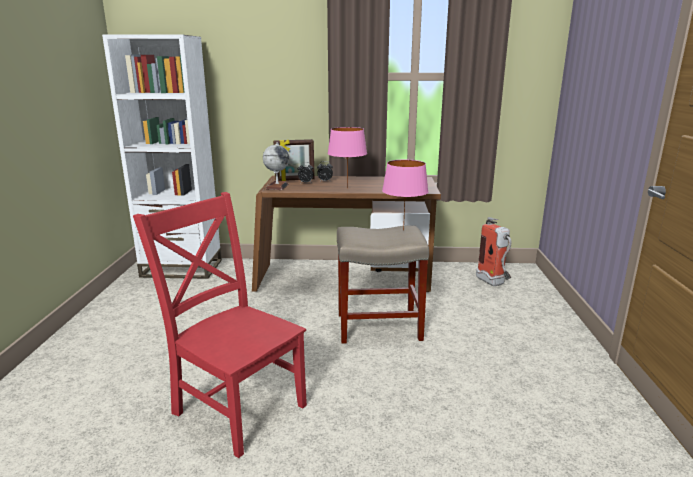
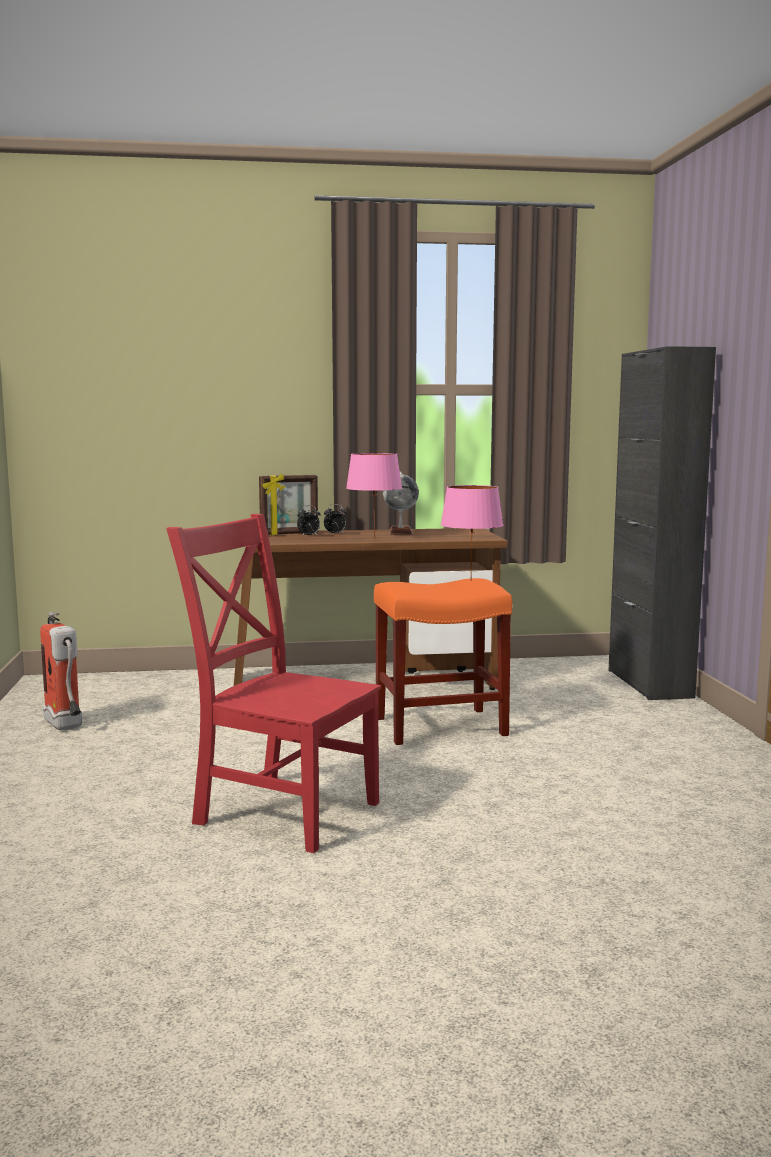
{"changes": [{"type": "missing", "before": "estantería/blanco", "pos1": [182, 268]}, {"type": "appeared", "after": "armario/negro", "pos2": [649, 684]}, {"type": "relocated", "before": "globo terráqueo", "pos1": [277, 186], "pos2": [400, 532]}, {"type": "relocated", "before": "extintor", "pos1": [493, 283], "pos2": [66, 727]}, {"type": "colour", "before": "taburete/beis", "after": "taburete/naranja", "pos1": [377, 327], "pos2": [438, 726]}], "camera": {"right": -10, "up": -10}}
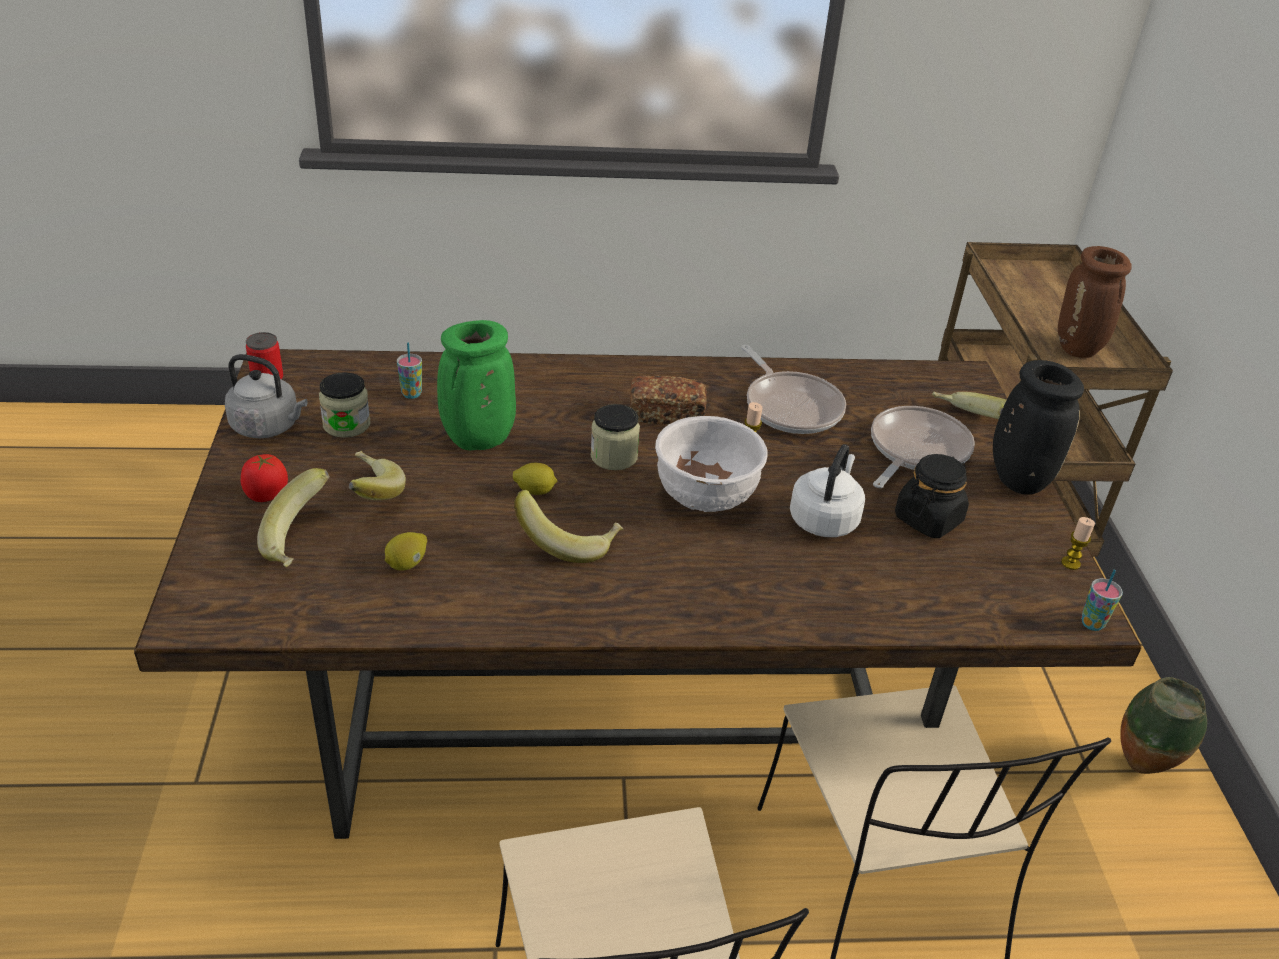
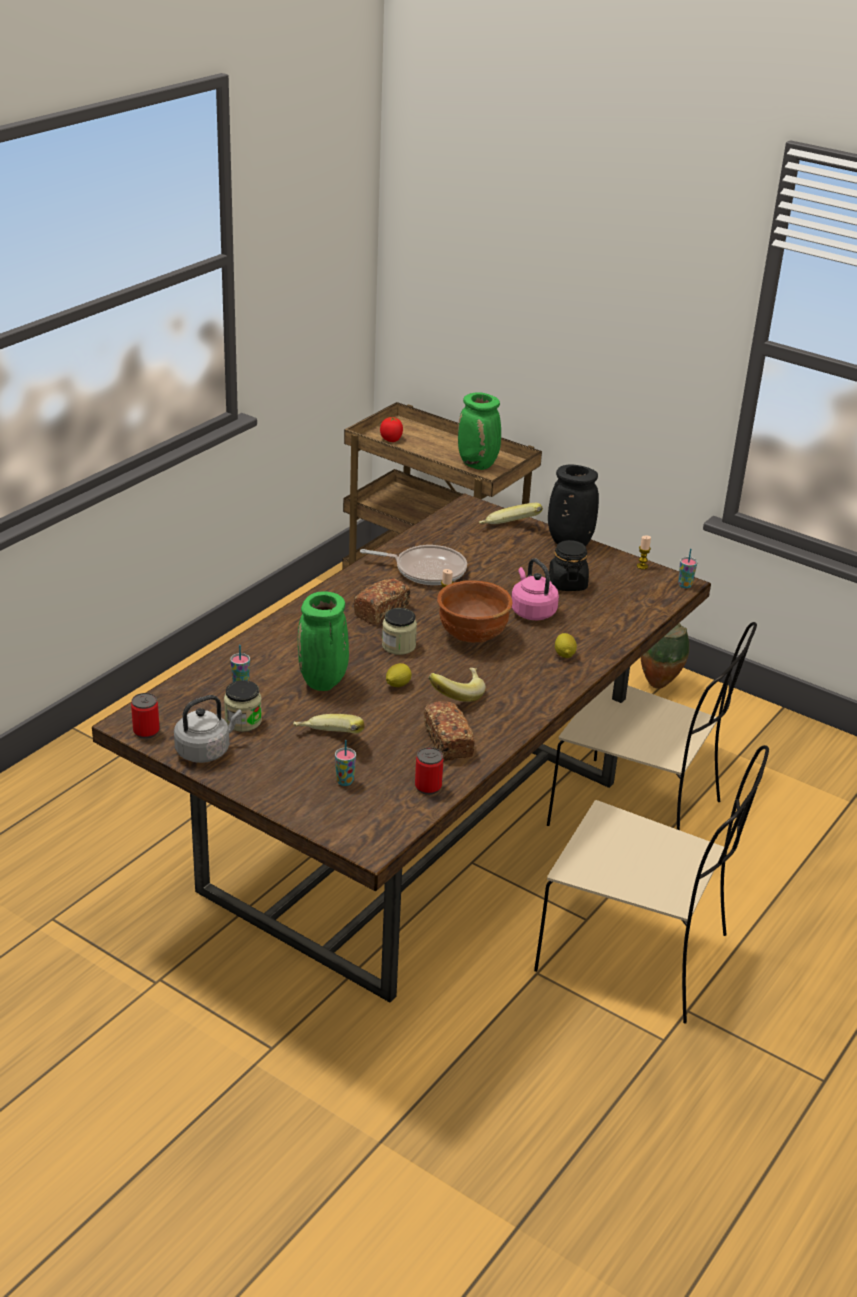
{"changes": [{"type": "missing", "before": "sartén", "pos1": [915, 451]}, {"type": "appeared", "after": "lata", "pos2": [428, 787]}, {"type": "appeared", "after": "pan", "pos2": [448, 742]}, {"type": "relocated", "before": "tomate", "pos1": [266, 495], "pos2": [391, 440]}, {"type": "relocated", "before": "limón", "pos1": [407, 564], "pos2": [564, 654]}, {"type": "exchanged", "before": "plátano", "after": "taza", "pos1": [301, 541], "pos2": [345, 781]}, {"type": "colour", "before": "cuenco/blanco", "after": "cuenco/marrón", "pos1": [706, 498], "pos2": [472, 636]}, {"type": "colour", "before": "hervidor/blanco", "after": "hervidor/rosa", "pos1": [825, 519], "pos2": [532, 611]}, {"type": "colour", "before": "florero/marrón", "after": "florero/verde", "pos1": [1077, 350], "pos2": [478, 465]}], "camera": {"right": -50, "up": -5}}
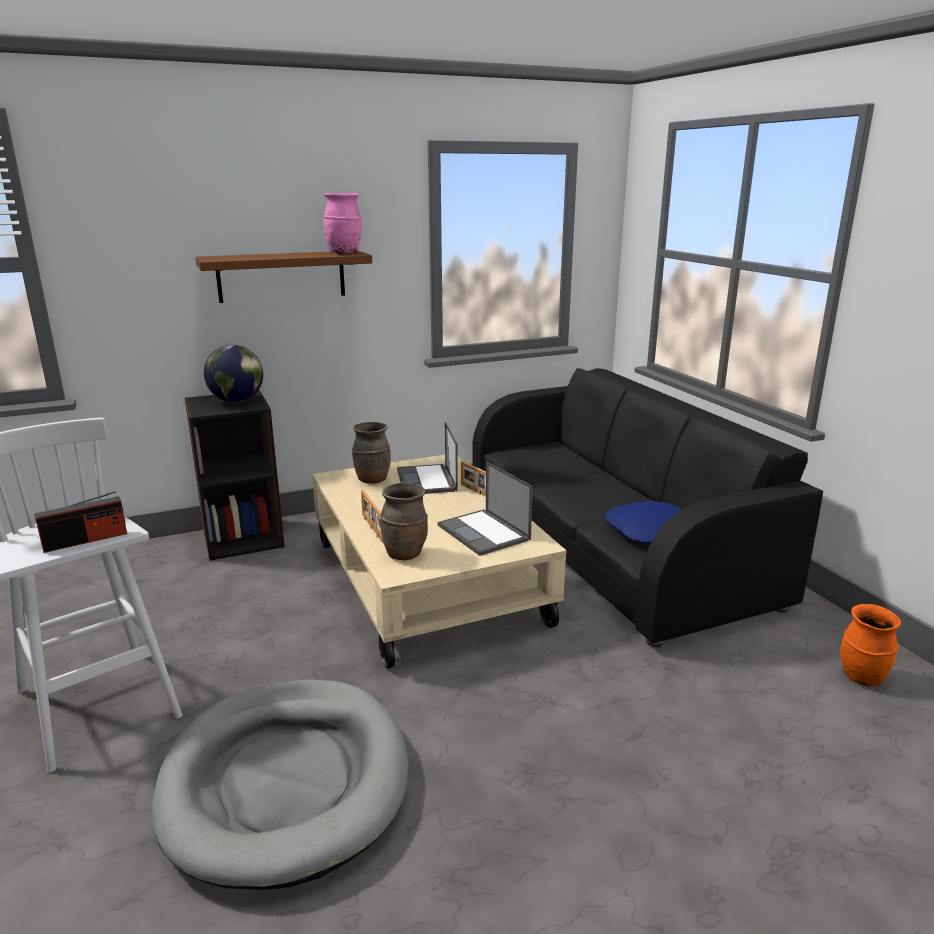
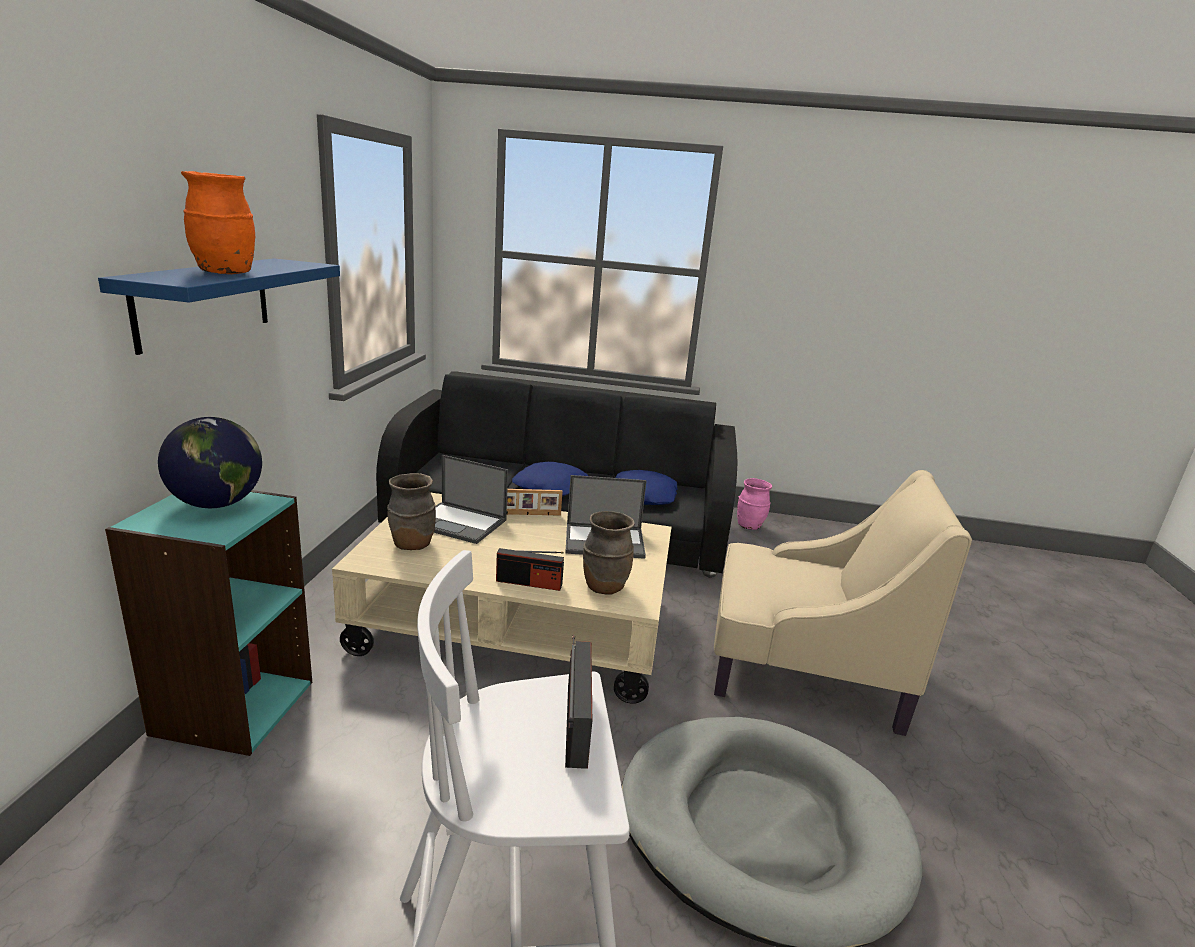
{"changes": [{"type": "appeared", "after": "cojín/azul", "pos2": [551, 487]}, {"type": "appeared", "after": "sillón/beis", "pos2": [801, 667]}, {"type": "relocated", "before": "florero/rosa", "pos1": [344, 253], "pos2": [749, 526]}, {"type": "relocated", "before": "florero/naranja", "pos1": [862, 678], "pos2": [226, 273]}, {"type": "exchanged", "before": "portarretratos", "after": "radio", "pos1": [372, 528], "pos2": [529, 583]}, {"type": "colour", "before": "estantería/negro", "after": "estantería/turquesa", "pos1": [243, 538], "pos2": [233, 707]}, {"type": "colour", "before": "estante/marrón", "after": "estante/azul", "pos1": [281, 276], "pos2": [204, 301]}], "camera": {"right": -60, "up": 0}}
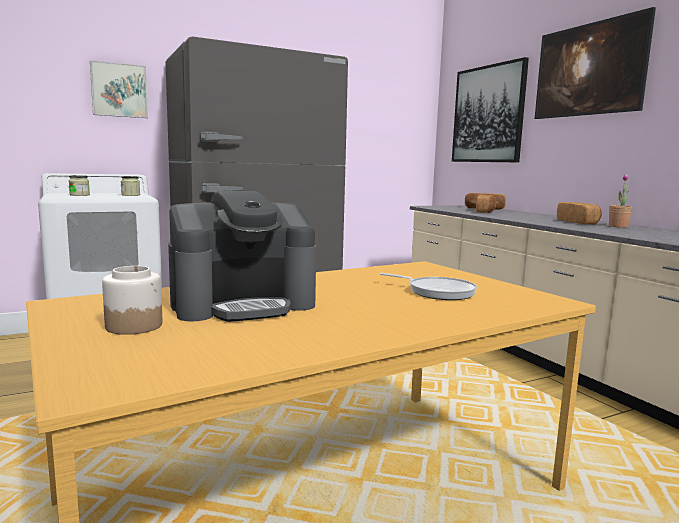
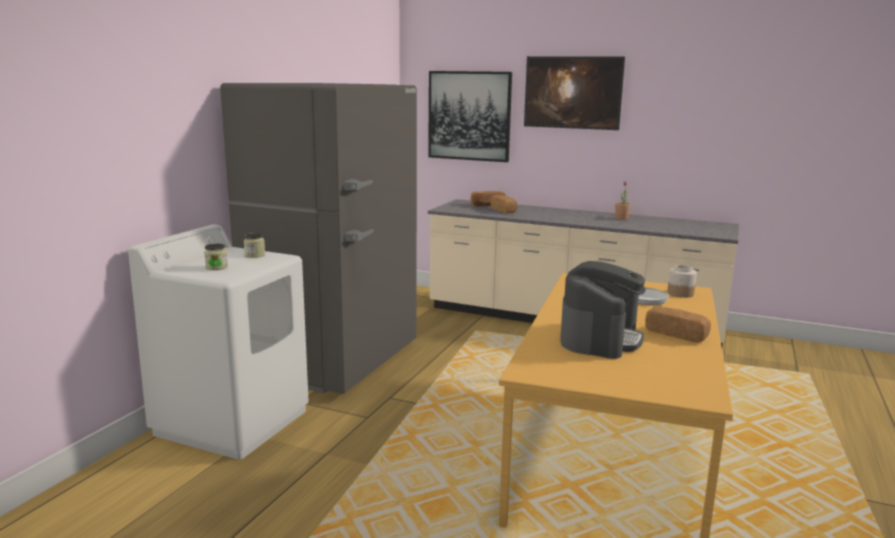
{"changes": [{"type": "missing", "before": "cuadro", "pos1": [119, 90]}, {"type": "relocated", "before": "tarro", "pos1": [134, 326], "pos2": [680, 293]}, {"type": "relocated", "before": "pan", "pos1": [578, 222], "pos2": [676, 334]}], "camera": {"right": -40, "up": 5}}
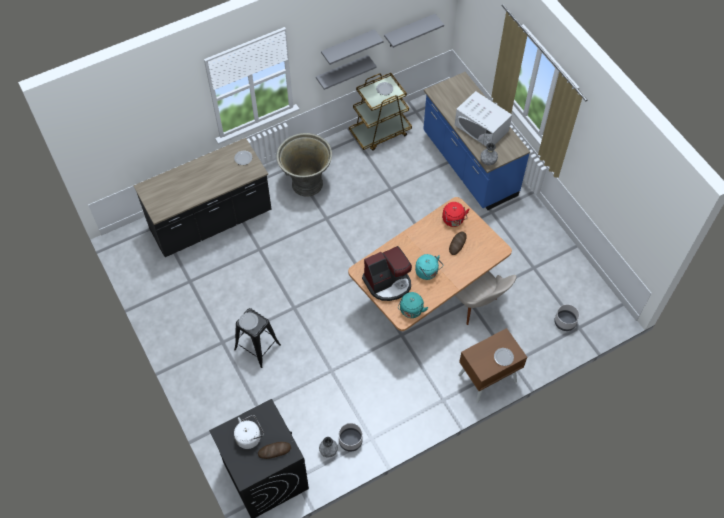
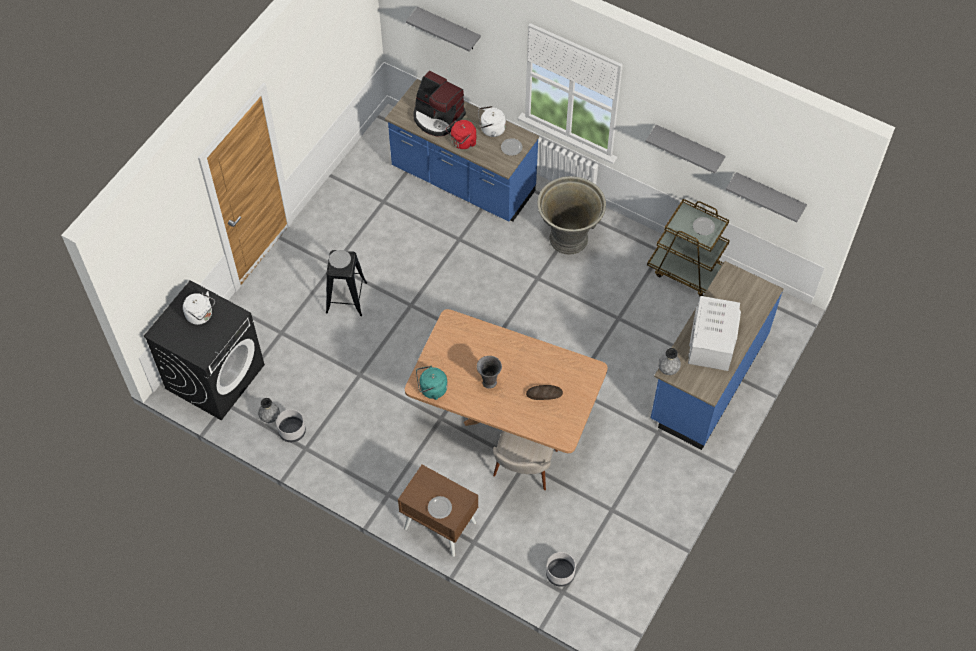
{"changes": [{"type": "missing", "before": "pan", "pos1": [274, 451]}, {"type": "appeared", "after": "hervidor/blanco", "pos2": [491, 129]}, {"type": "relocated", "before": "estante/gris", "pos1": [342, 72], "pos2": [449, 29]}, {"type": "relocated", "before": "cafetera", "pos1": [388, 283], "pos2": [437, 117]}, {"type": "relocated", "before": "hervidor/rojo", "pos1": [453, 220], "pos2": [462, 142]}, {"type": "exchanged", "before": "hervidor/turquesa", "after": "florero/gris", "pos1": [427, 272], "pos2": [489, 382]}, {"type": "colour", "before": "mueble bajo de cocina/negro", "after": "mueble bajo de cocina/azul", "pos1": [211, 222], "pos2": [462, 181]}], "camera": {"right": 60, "up": 0}}
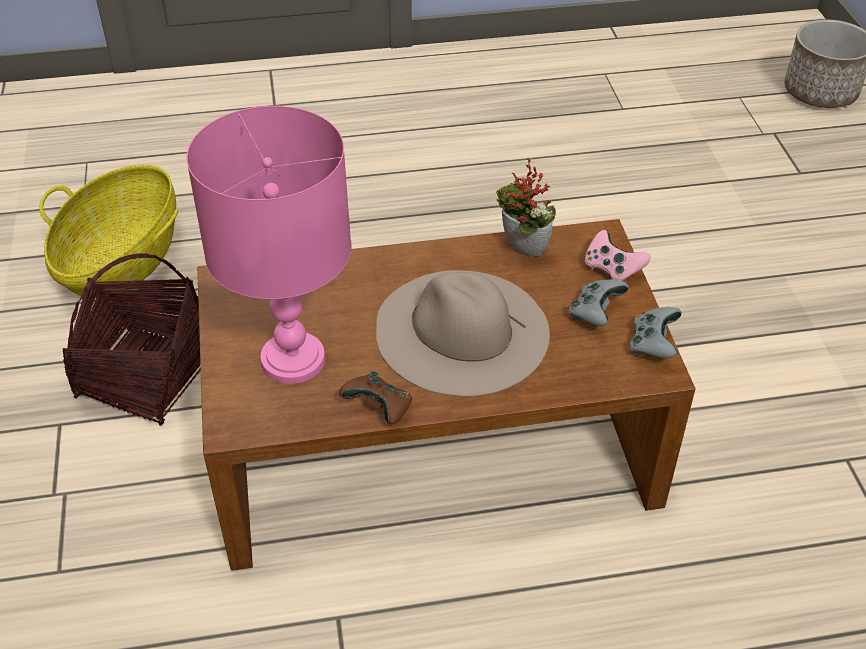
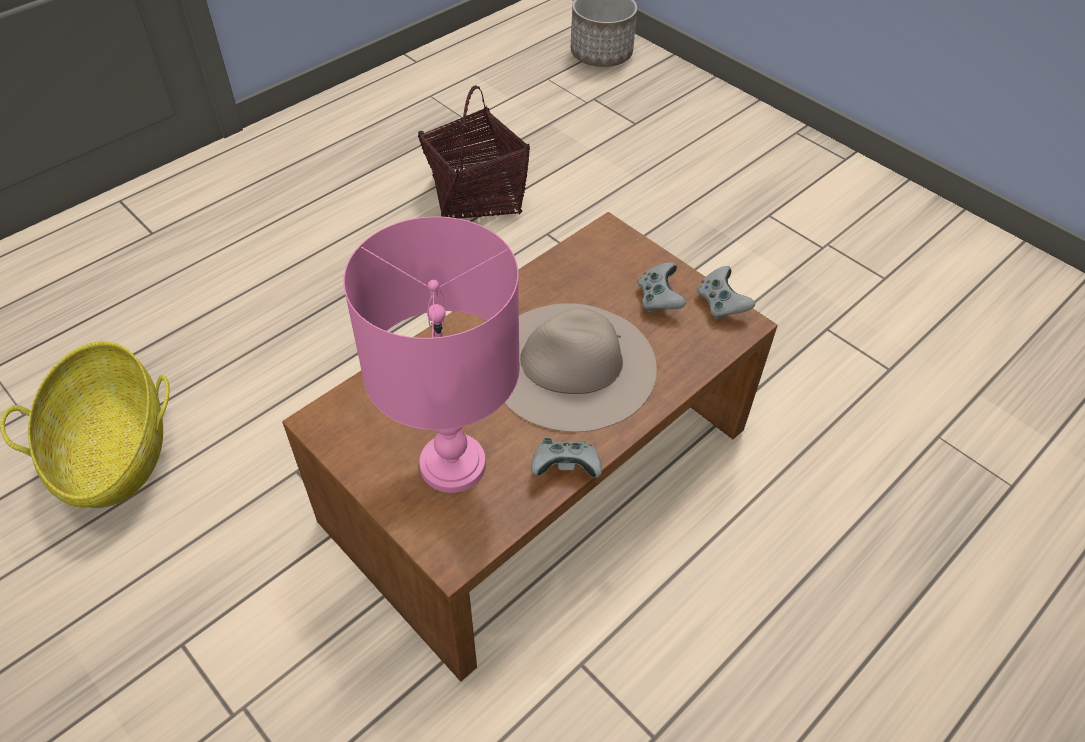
{"changes": [{"type": "missing", "before": "planta en maceta", "pos1": [521, 251]}, {"type": "missing", "before": "mando de consola/rosa", "pos1": [612, 269]}, {"type": "relocated", "before": "cesta", "pos1": [147, 377], "pos2": [476, 196]}, {"type": "colour", "before": "mando de consola/marrón", "after": "mando de consola/gris", "pos1": [380, 409], "pos2": [566, 469]}], "camera": {"right": -35, "up": 5}}
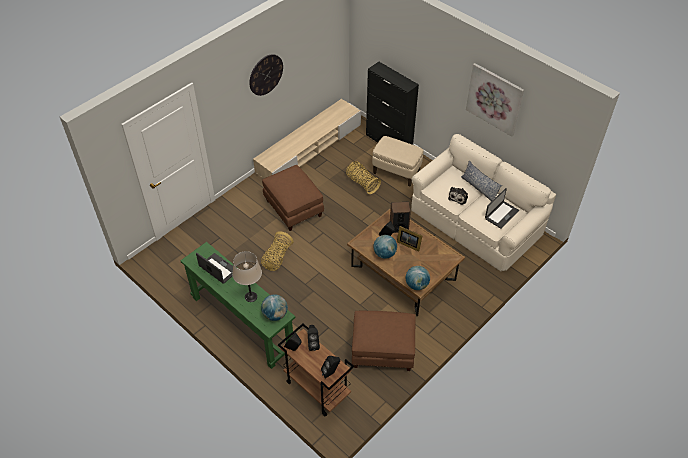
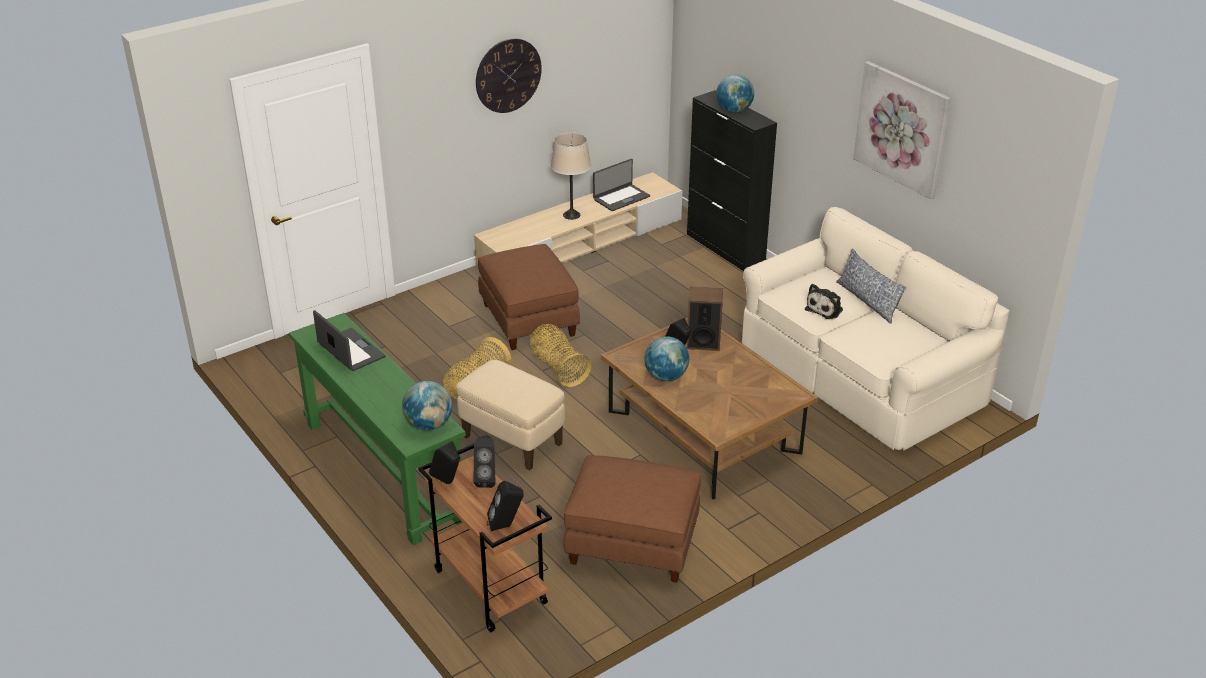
{"changes": [{"type": "missing", "before": "portarretratos", "pos1": [408, 244]}, {"type": "relocated", "before": "lámpara de mesa/beis", "pos1": [250, 297], "pos2": [571, 215]}, {"type": "relocated", "before": "cesta", "pos1": [362, 183], "pos2": [558, 368]}, {"type": "relocated", "before": "puf/beis", "pos1": [396, 172], "pos2": [513, 441]}, {"type": "relocated", "before": "globo terráqueo", "pos1": [417, 285], "pos2": [734, 111]}, {"type": "relocated", "before": "portátil", "pos1": [501, 214], "pos2": [621, 198]}], "camera": {"right": 10, "up": -15}}
